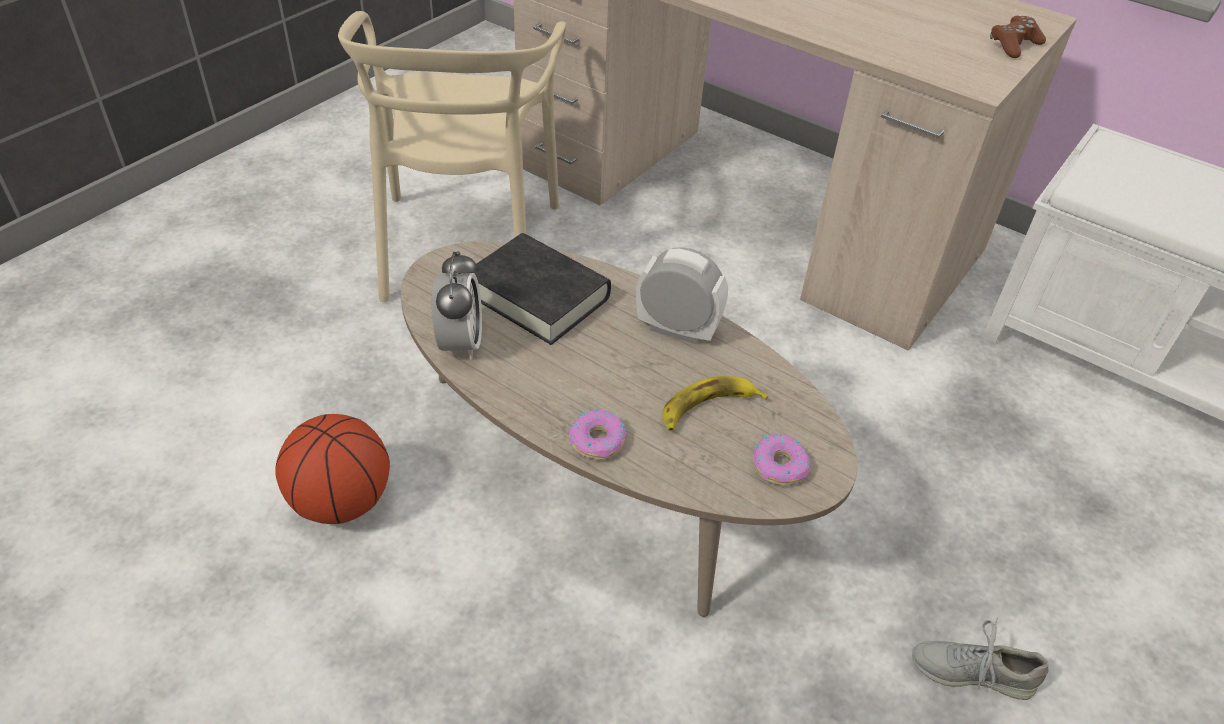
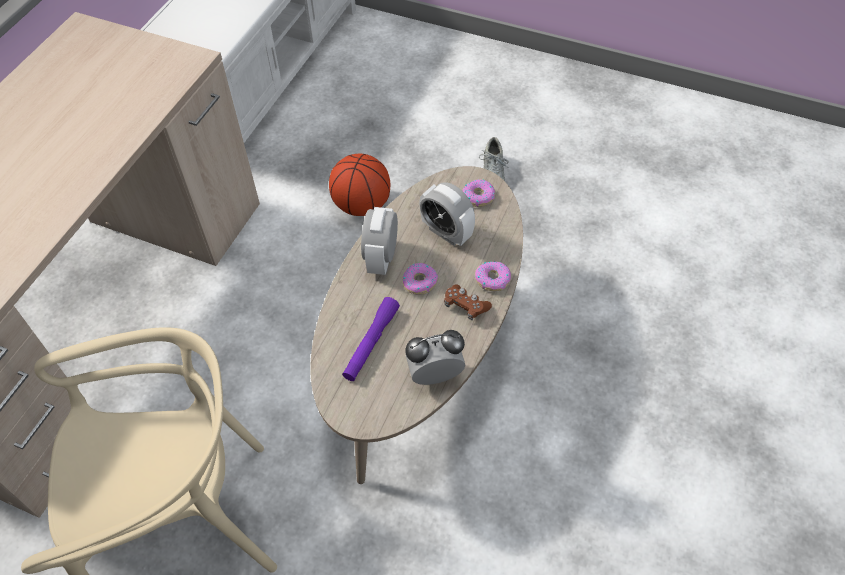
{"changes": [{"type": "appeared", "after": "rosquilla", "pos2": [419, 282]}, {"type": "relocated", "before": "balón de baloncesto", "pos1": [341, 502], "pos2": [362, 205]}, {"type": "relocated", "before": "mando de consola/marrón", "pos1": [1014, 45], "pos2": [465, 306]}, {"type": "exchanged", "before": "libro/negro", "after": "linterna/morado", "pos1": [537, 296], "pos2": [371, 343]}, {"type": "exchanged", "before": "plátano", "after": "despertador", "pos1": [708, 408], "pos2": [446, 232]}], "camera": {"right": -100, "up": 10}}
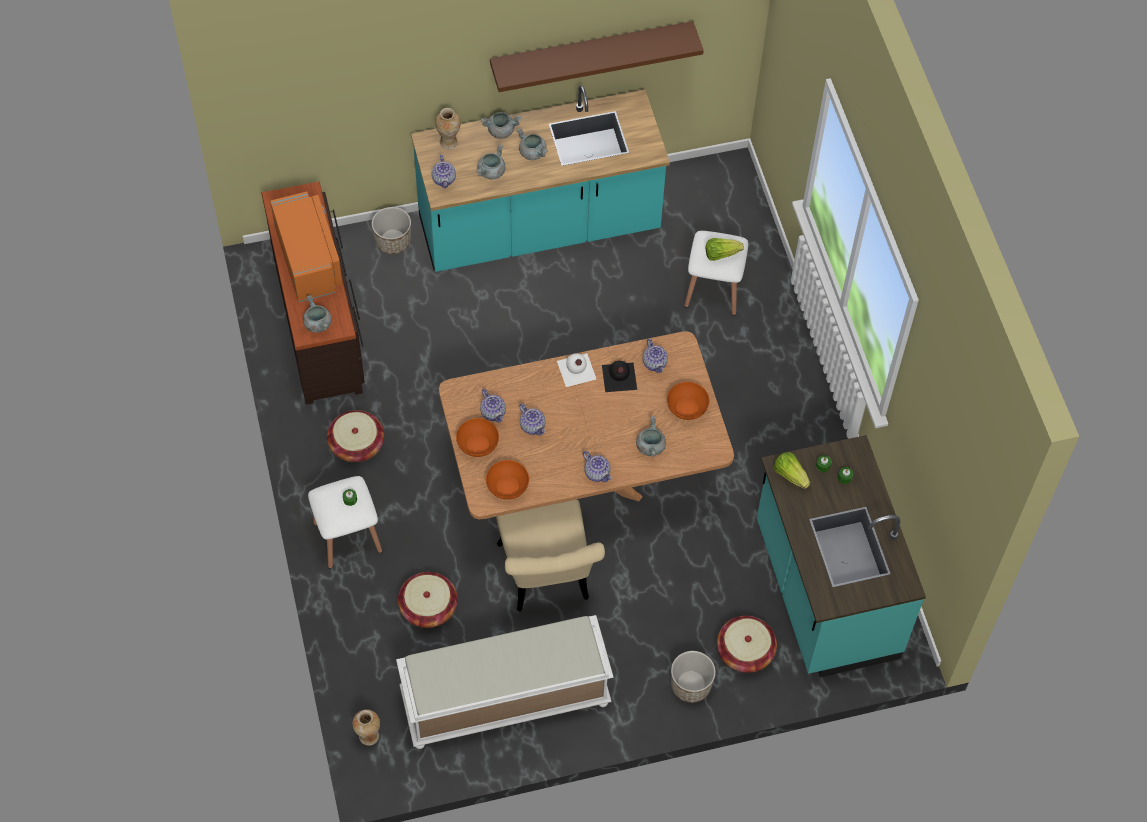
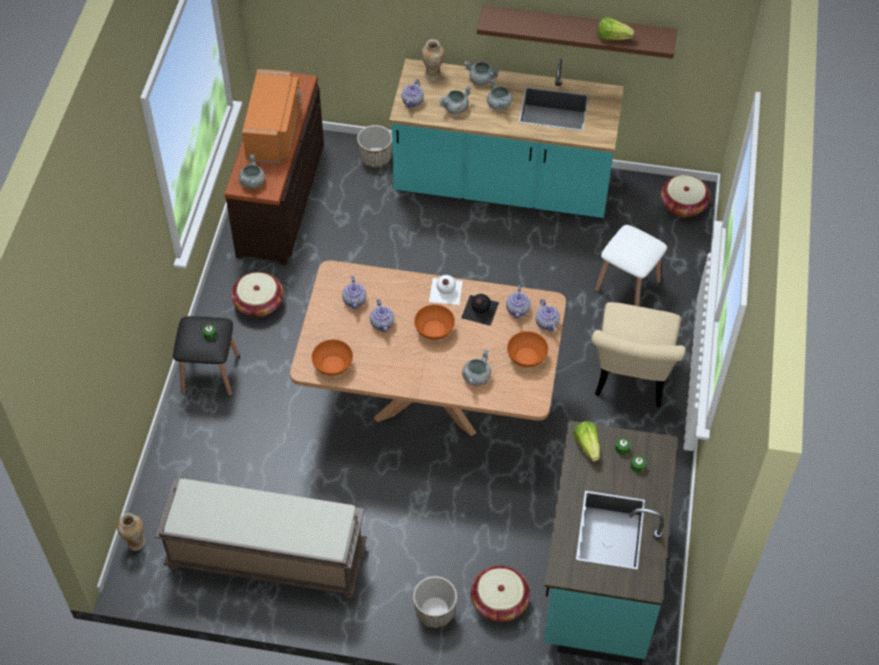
{"changes": [{"type": "relocated", "before": "cesta", "pos1": [428, 607], "pos2": [683, 205]}, {"type": "relocated", "before": "cuenco/naranja", "pos1": [478, 444], "pos2": [434, 330]}, {"type": "relocated", "before": "silla/beis", "pos1": [546, 579], "pos2": [630, 380]}, {"type": "relocated", "before": "tetera", "pos1": [597, 473], "pos2": [547, 323]}, {"type": "relocated", "before": "lechuga", "pos1": [721, 254], "pos2": [612, 37]}, {"type": "colour", "before": "taburete/blanco", "after": "taburete/negro", "pos1": [347, 537], "pos2": [210, 373]}, {"type": "colour", "before": "banco/blanco", "after": "banco/marrón", "pos1": [504, 700], "pos2": [265, 558]}], "camera": {"right": 25, "up": -5}}
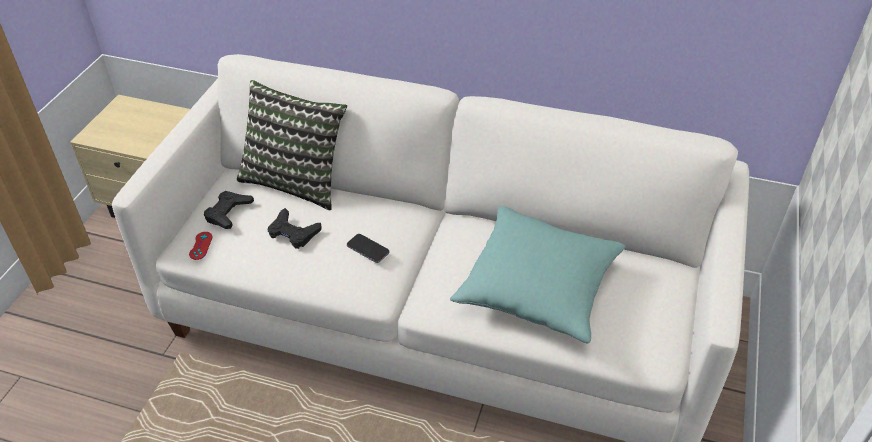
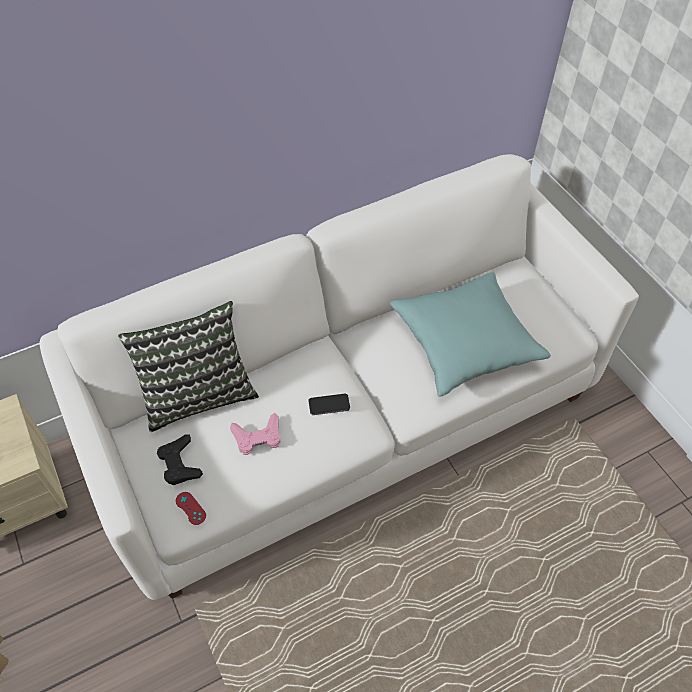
{"changes": [{"type": "colour", "before": "mando de consola/negro", "after": "mando de consola/rosa", "pos1": [293, 233], "pos2": [257, 437]}], "camera": {"right": -45, "up": 10}}
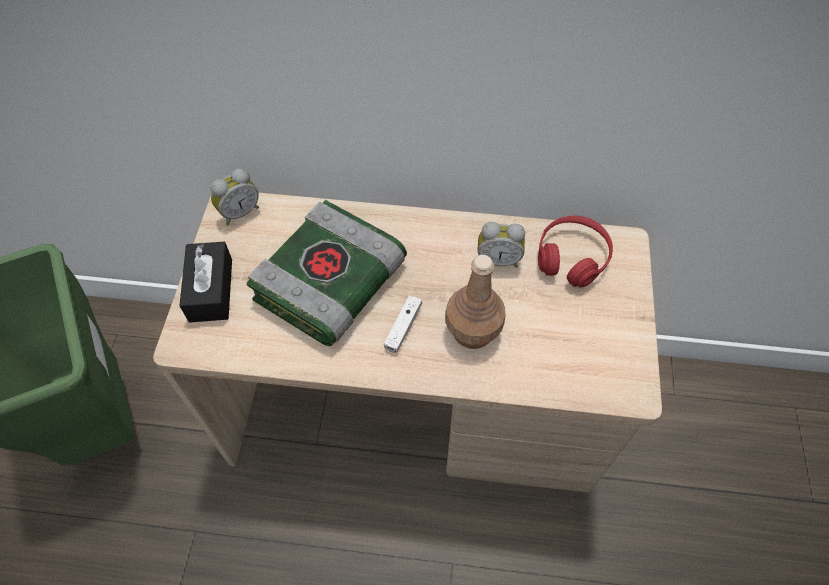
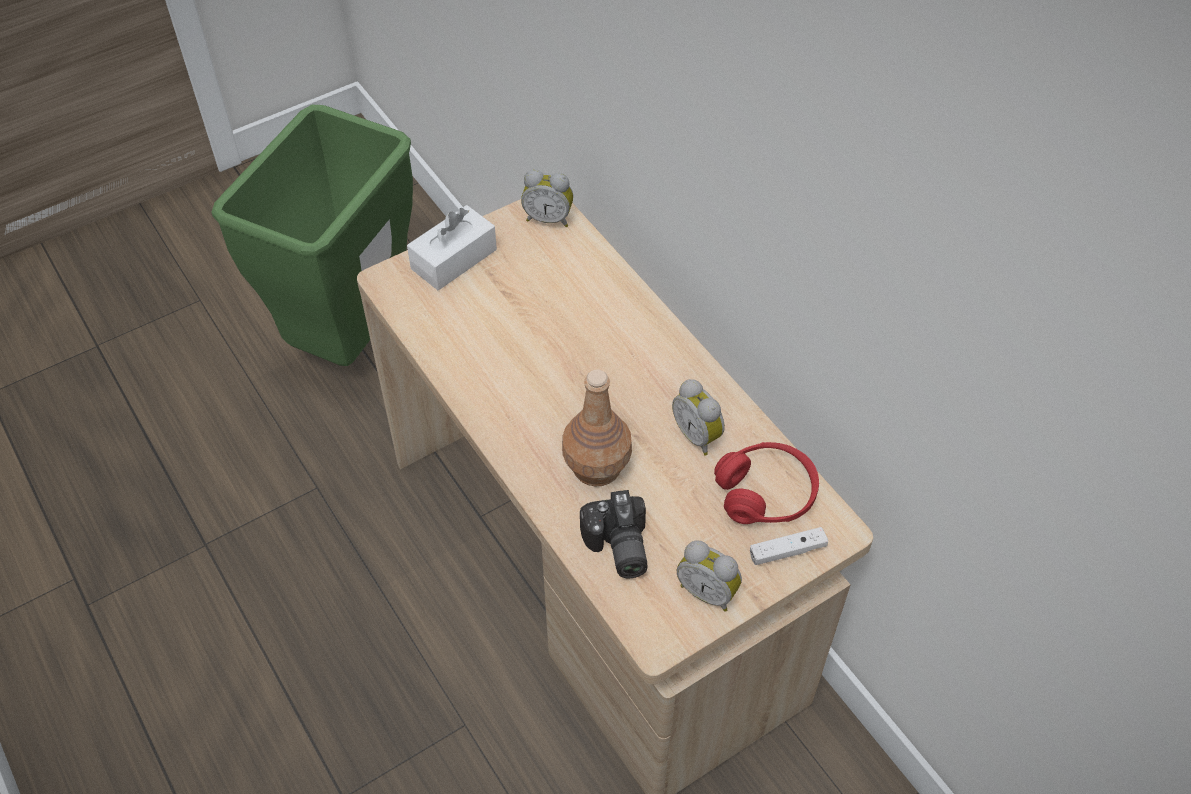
{"changes": [{"type": "missing", "before": "libro", "pos1": [330, 284]}, {"type": "appeared", "after": "cámara", "pos2": [616, 548]}, {"type": "appeared", "after": "despertador", "pos2": [708, 591]}, {"type": "relocated", "before": "mando de consola/blanco", "pos1": [403, 327], "pos2": [787, 551]}, {"type": "colour", "before": "caja de pañuelos/negro", "after": "caja de pañuelos/blanco", "pos1": [211, 290], "pos2": [454, 259]}], "camera": {"right": 50, "up": -5}}
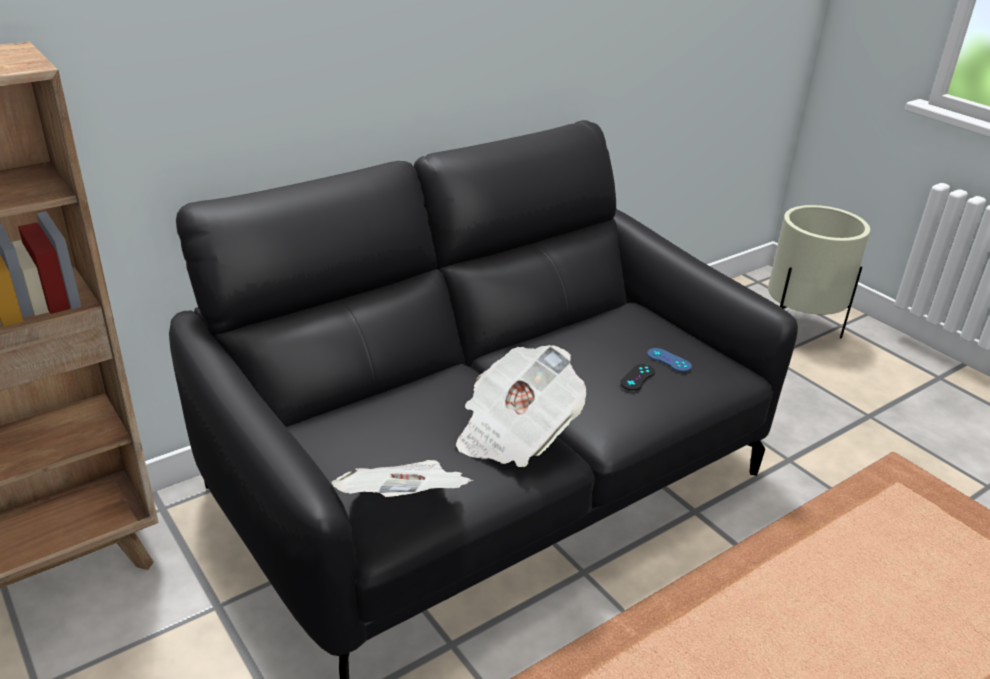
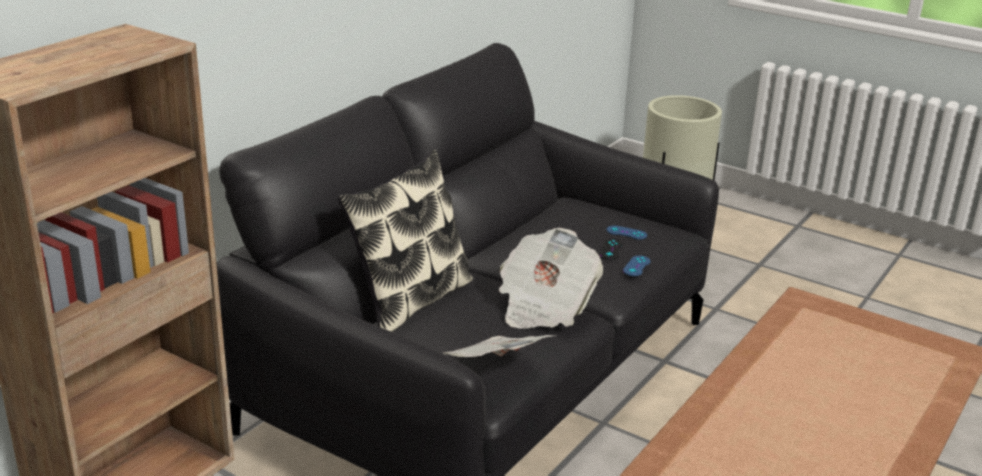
{"changes": [{"type": "appeared", "after": "cojín", "pos2": [409, 302]}, {"type": "appeared", "after": "mando de consola/azul", "pos2": [636, 266]}], "camera": {"right": -20, "up": -5}}
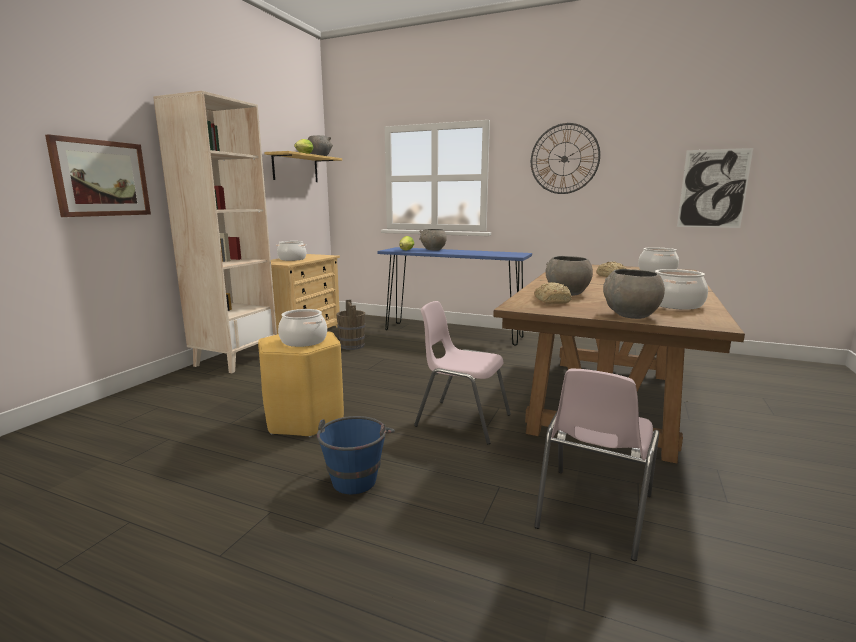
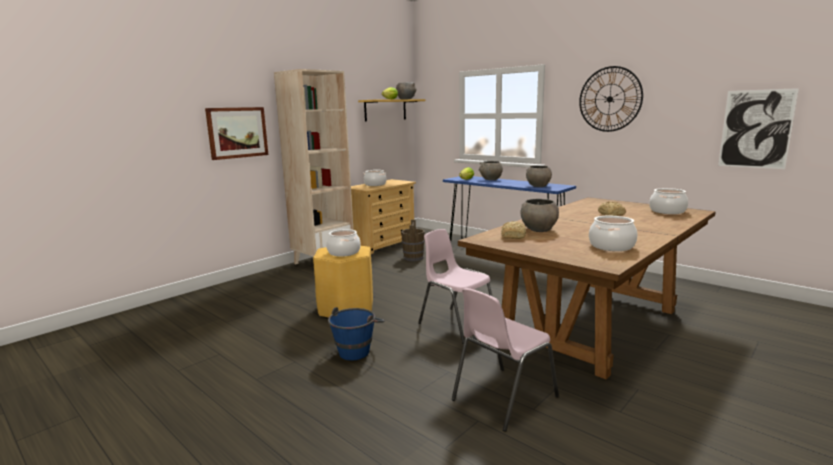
{"changes": [{"type": "relocated", "before": "cuenco/gris", "pos1": [630, 315], "pos2": [538, 186]}], "camera": {"right": 20, "up": 0}}
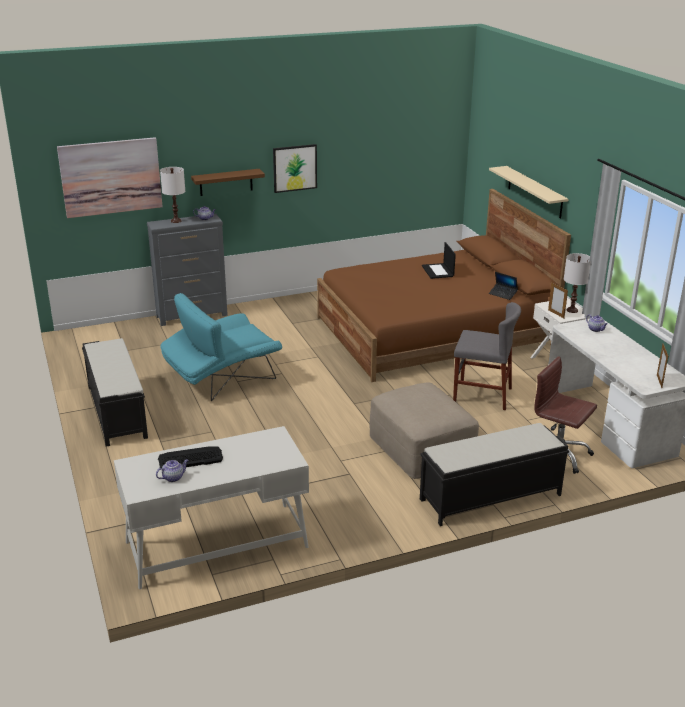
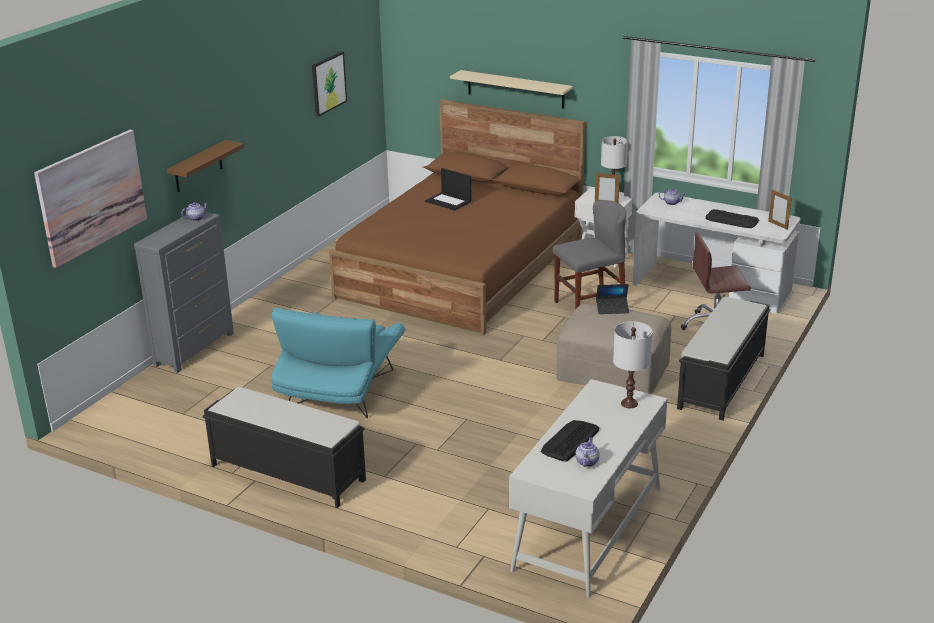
{"changes": [{"type": "appeared", "after": "teclado", "pos2": [732, 220]}, {"type": "relocated", "before": "lámpara de mesa/blanco", "pos1": [176, 221], "pos2": [629, 404]}, {"type": "relocated", "before": "cuadro", "pos1": [294, 168], "pos2": [328, 83]}, {"type": "relocated", "before": "portátil", "pos1": [503, 294], "pos2": [612, 309]}], "camera": {"right": -40, "up": 0}}
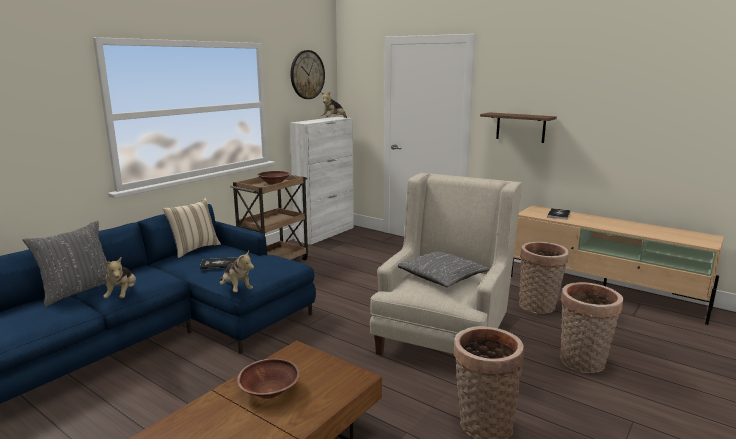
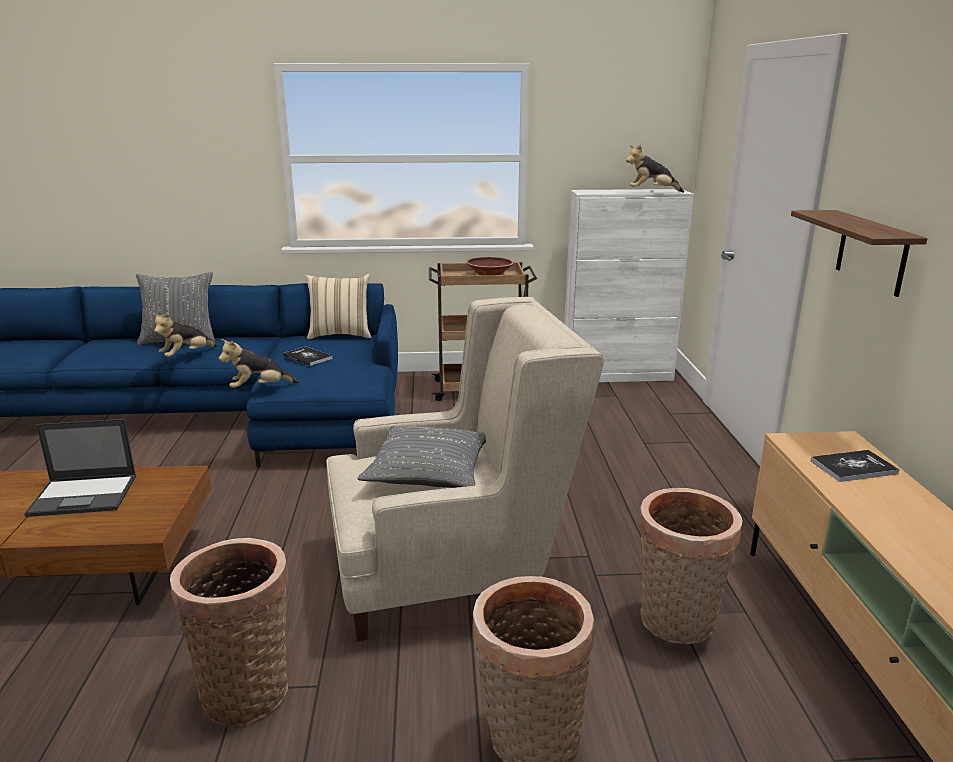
{"changes": [{"type": "missing", "before": "reloj de pared", "pos1": [307, 75]}, {"type": "exchanged", "before": "cuenco/marrón", "after": "portátil", "pos1": [269, 391], "pos2": [85, 495]}, {"type": "spun", "before": "peluche", "pos1": [236, 289], "pos2": [259, 388], "turn": 60}], "camera": {"right": 50, "up": 5}}
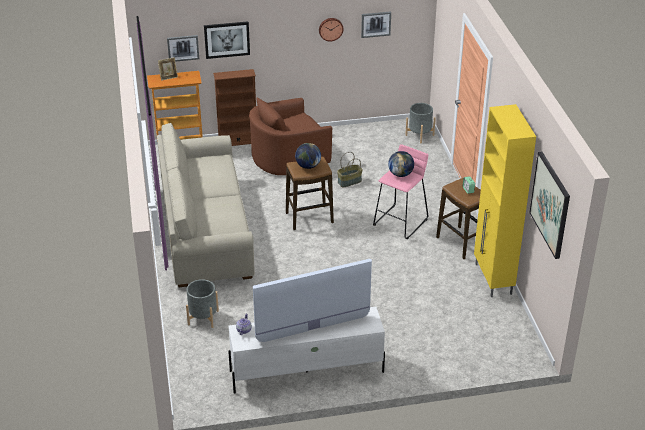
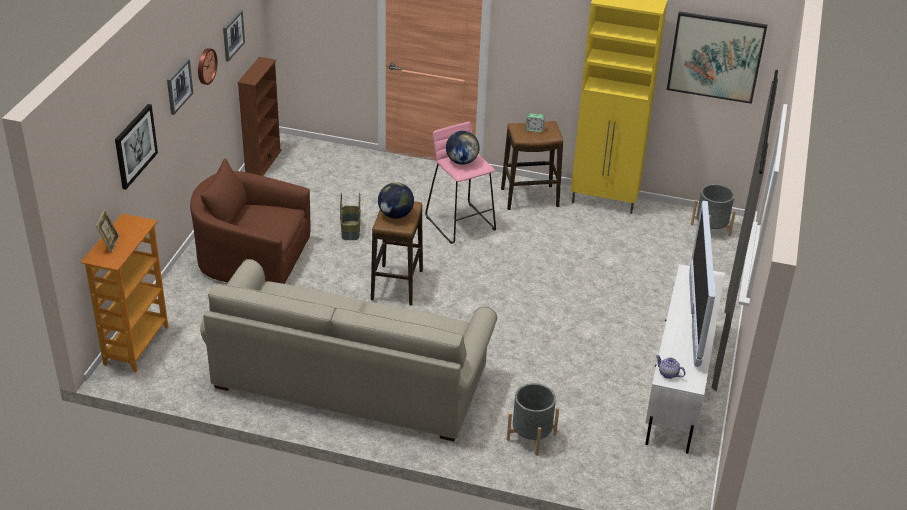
{"changes": [{"type": "relocated", "before": "cuadro", "pos1": [183, 48], "pos2": [178, 86]}, {"type": "relocated", "before": "estantería/marrón", "pos1": [238, 141], "pos2": [263, 162]}, {"type": "relocated", "before": "maceta/gris", "pos1": [419, 135], "pos2": [710, 230]}, {"type": "spun", "before": "sillón/marrón", "pos1": [288, 157], "pos2": [252, 259], "turn": 105}], "camera": {"right": -65, "up": 0}}
